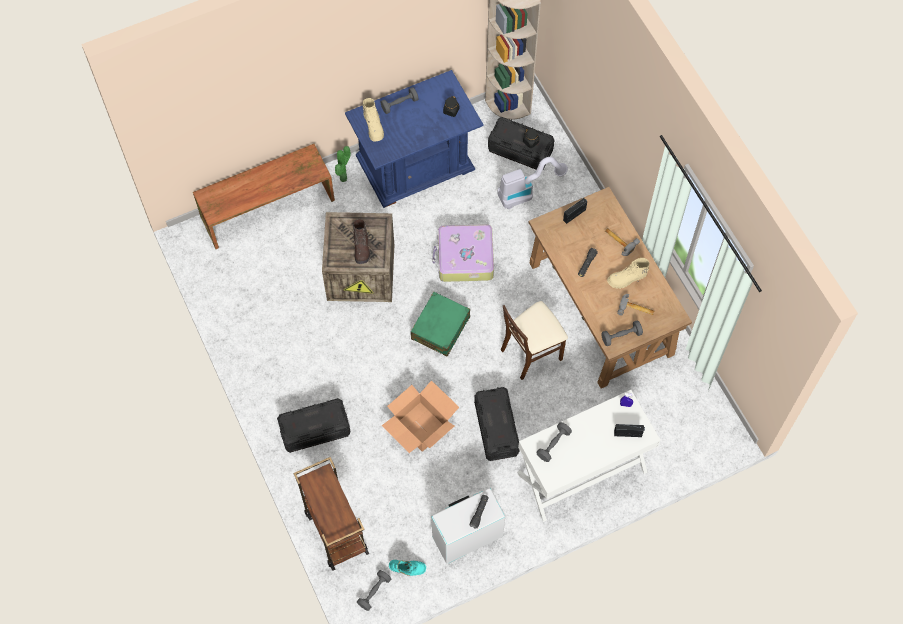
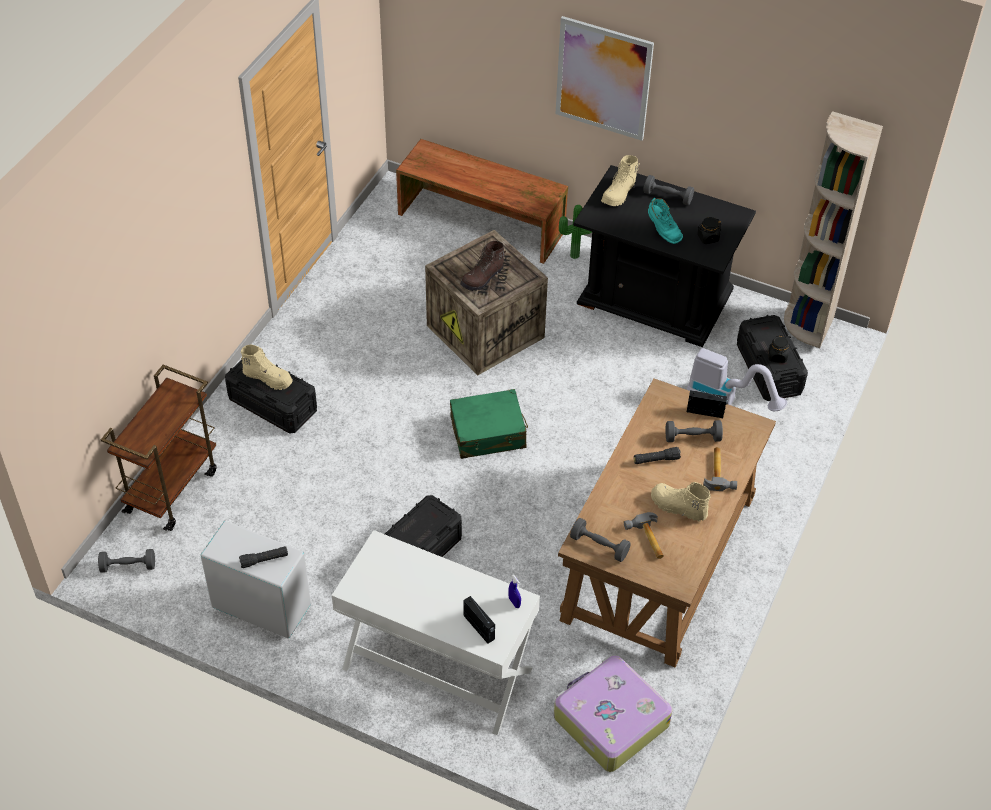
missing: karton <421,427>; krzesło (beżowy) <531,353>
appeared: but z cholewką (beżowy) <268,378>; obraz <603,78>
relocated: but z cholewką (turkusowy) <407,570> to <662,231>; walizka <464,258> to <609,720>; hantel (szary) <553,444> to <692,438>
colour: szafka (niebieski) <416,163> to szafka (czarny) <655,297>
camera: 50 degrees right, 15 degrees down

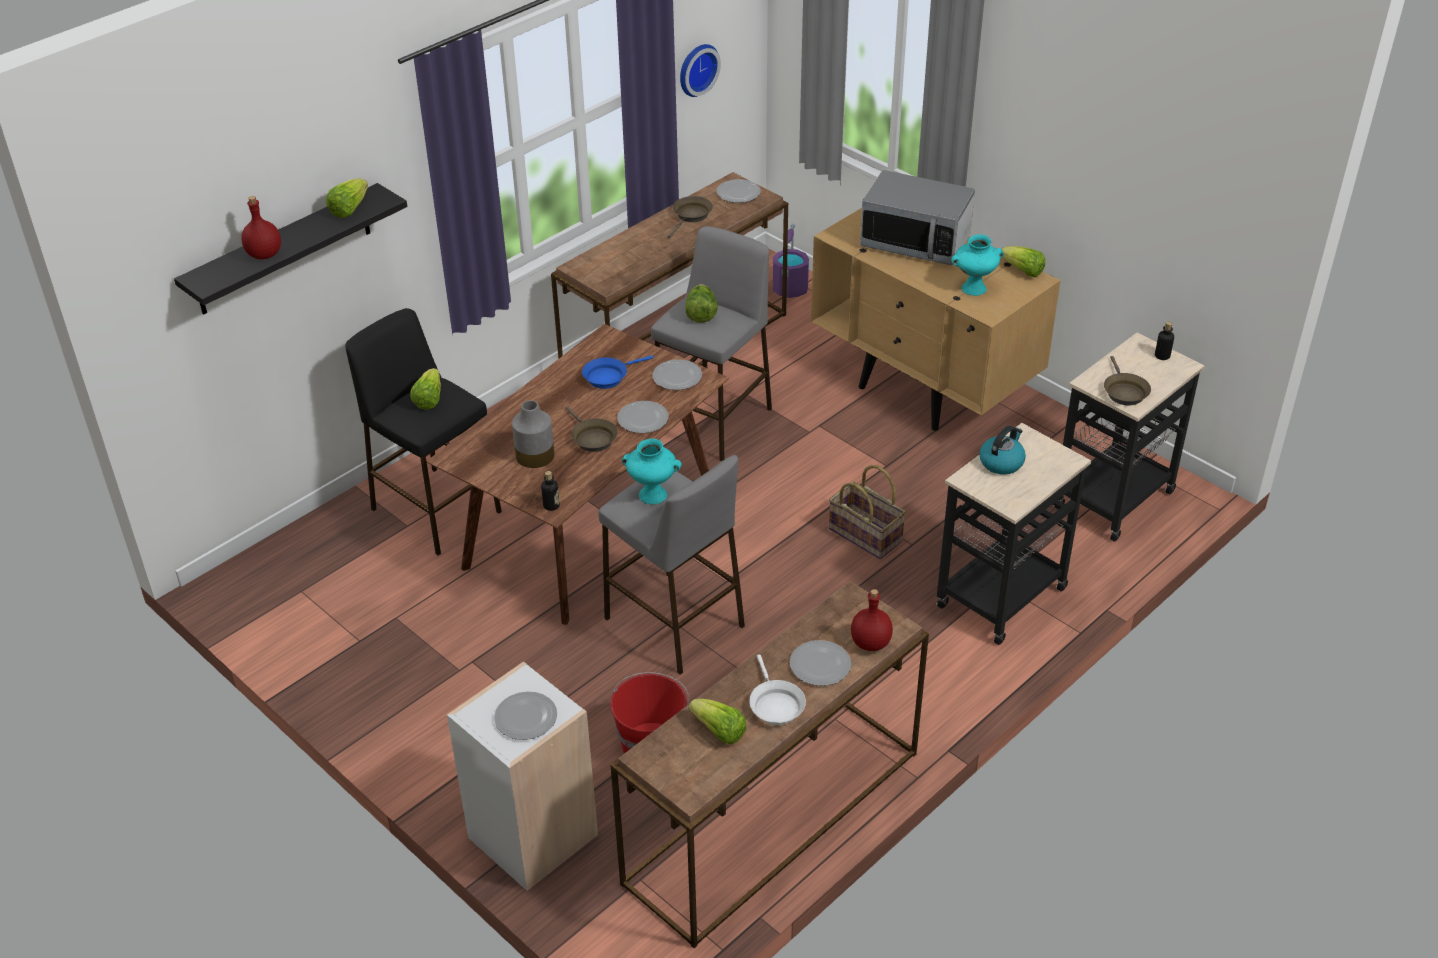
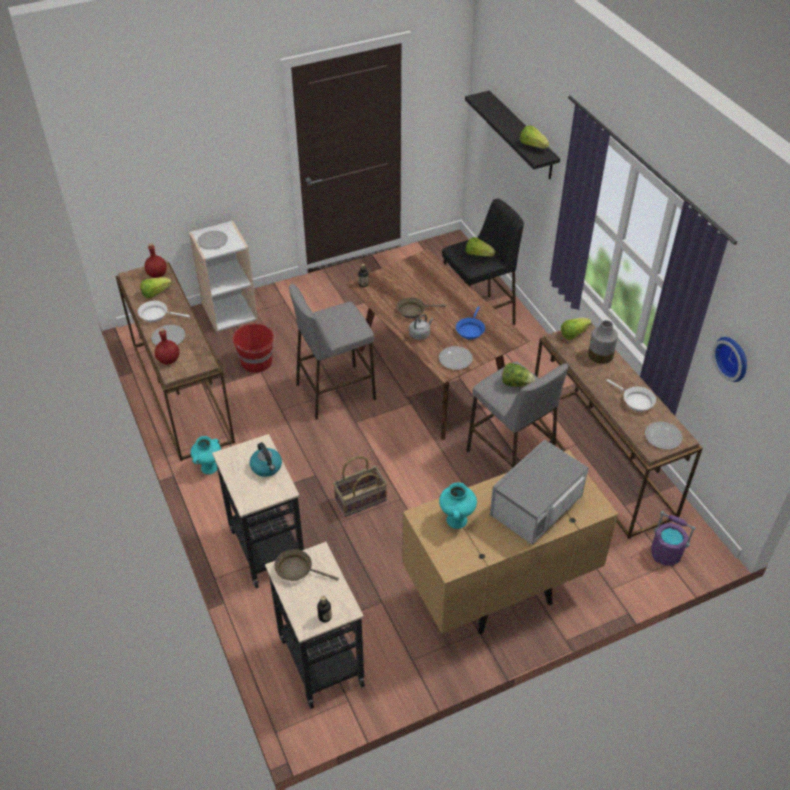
relocated: butelka (czerwony) <264,255> to <157,274>; wazon (szary) <534,455> to <600,354>; wazon (turkusowy) <652,495> to <209,467>; sałata <1022,271> to <573,334>
exchanged: talerz <642,419> to czajnik (szary) <420,334>
colour: patelnia (brązowy) <691,216> to patelnia (biały) <635,401>
spun: patelnia (niebieski) <608,376> = <470,330> 150 degrees counterclockwise
camera: 110 degrees right, 5 degrees up

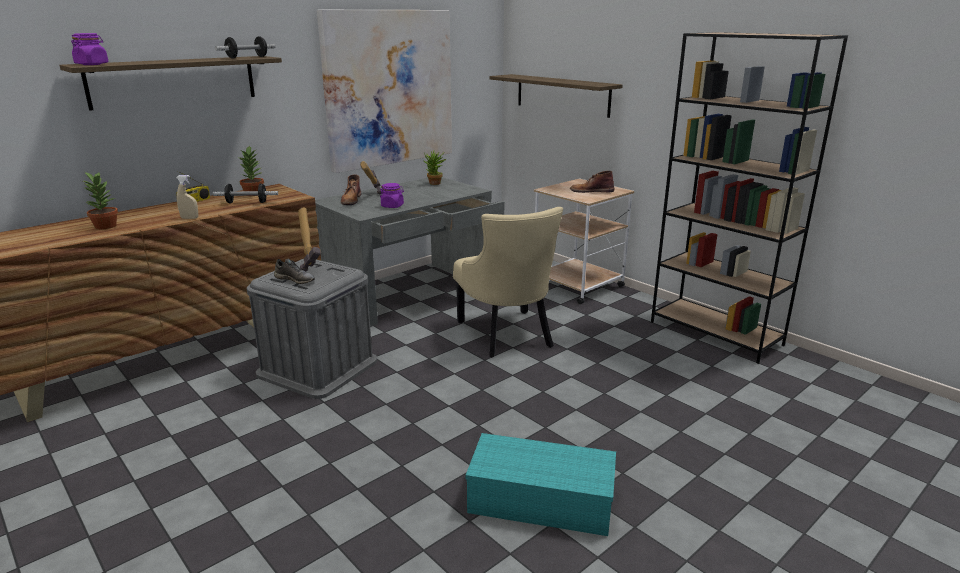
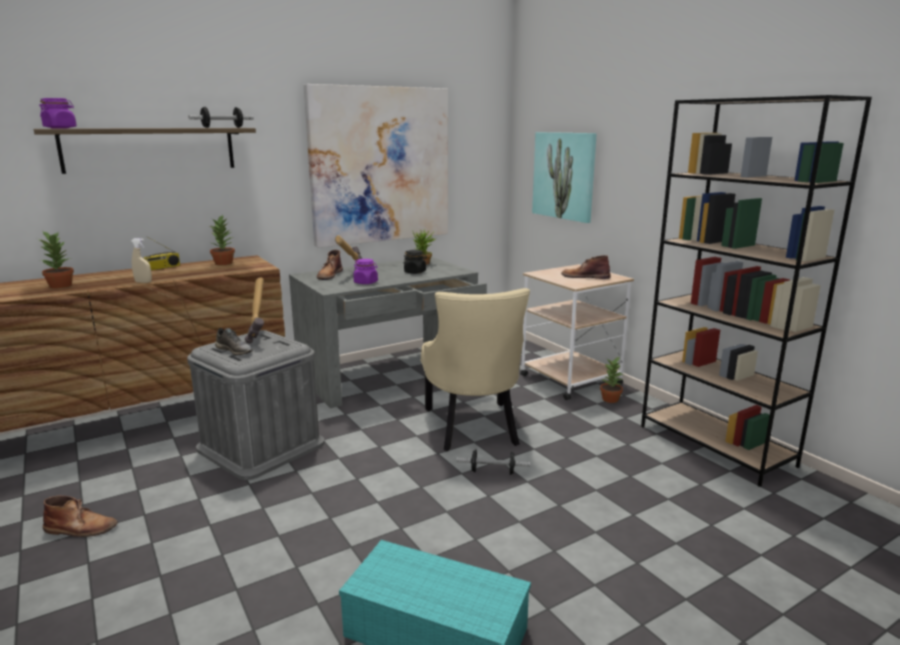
appeared: but z cholewką (brązowy) <81,528>; słoik (czarny) <415,272>; roślina doniczkowa <610,399>
relocated: hantel <247,202> to <492,471>
exchanged: półka <562,95> to obraz <563,175>
camera: 10 degrees right, 5 degrees down

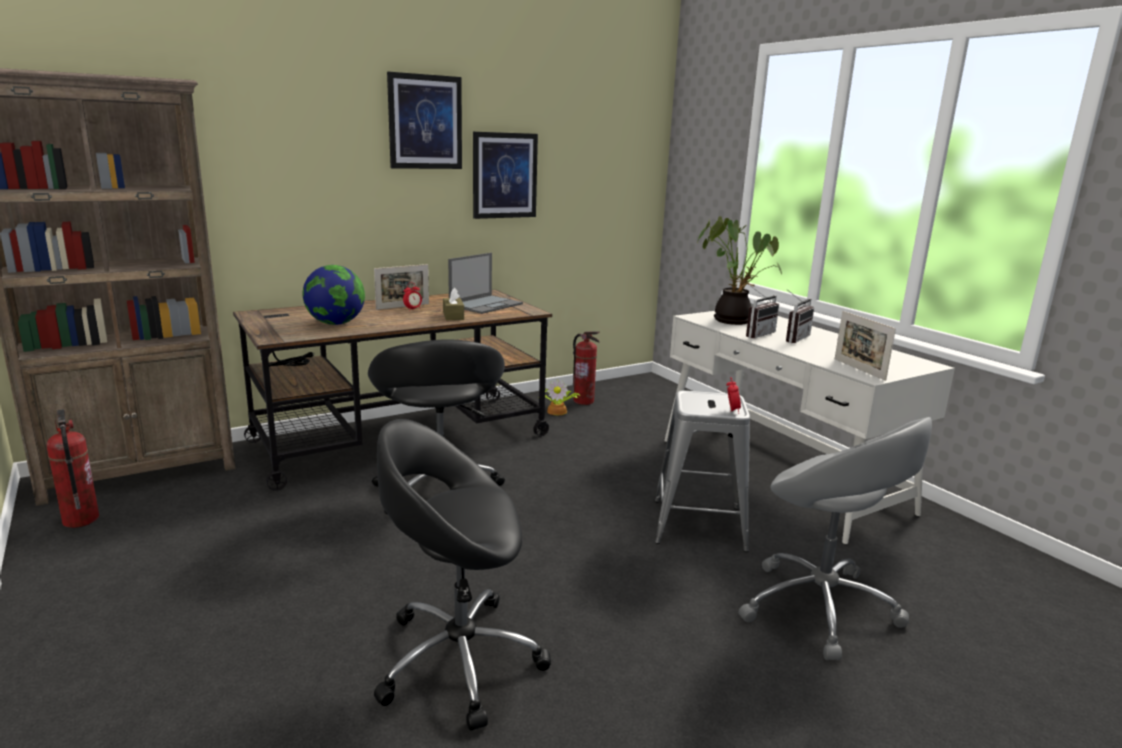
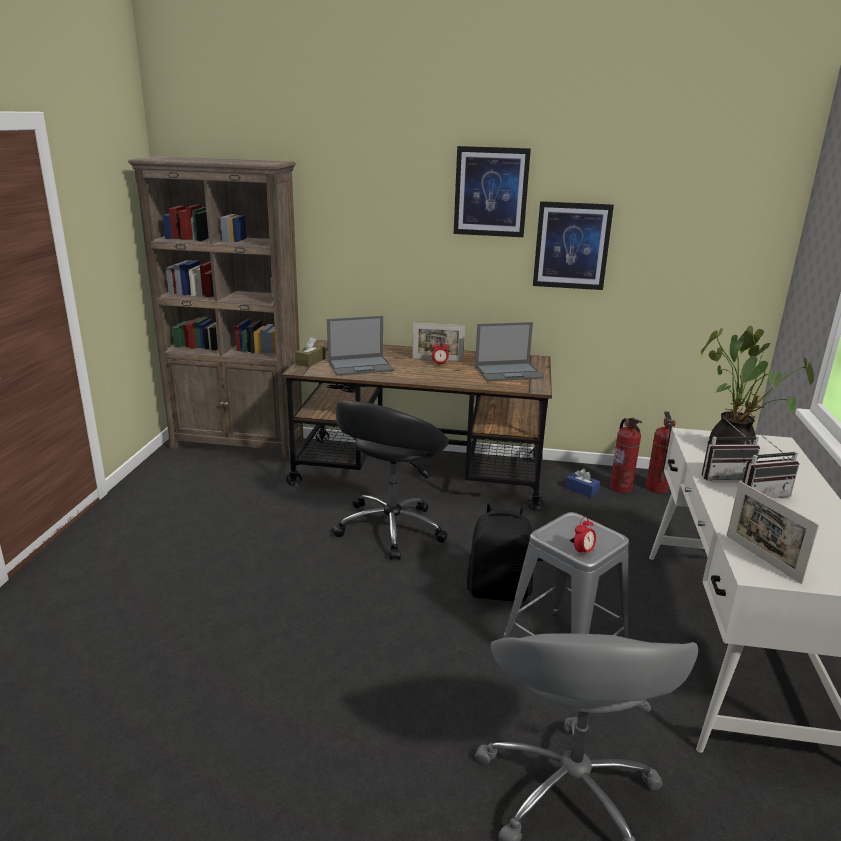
missing: krzesło biurowe (czarny) <456,659>
appeared: plecak (czarny) <499,590>
relocated: gaśnica <80,520> to <656,488>; pudełko chusteczek (brązowy) <453,316> to <310,361>
exchanged: globus <335,323> to laptop <361,366>; roślina doniczkowa <558,411> to pudełko chusteczek (niebieski) <582,490>
spun: ramka na zdjęcie <859,369> = <762,558> 45 degrees counterclockwise
camera: 40 degrees right, 5 degrees up

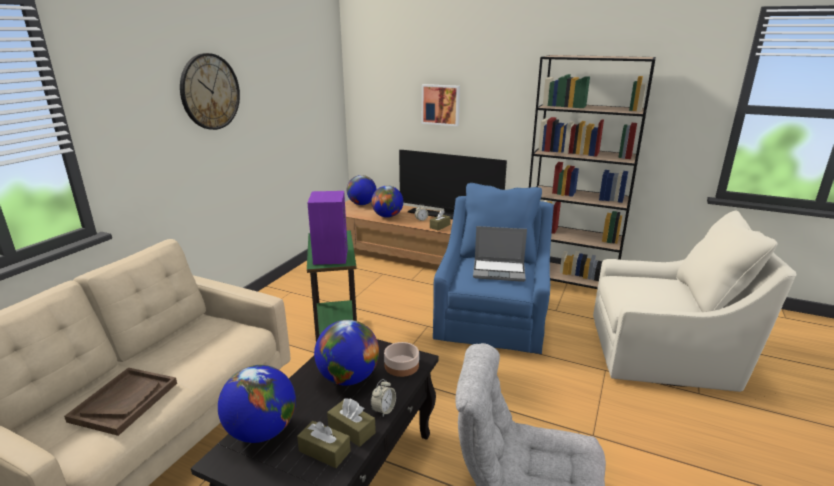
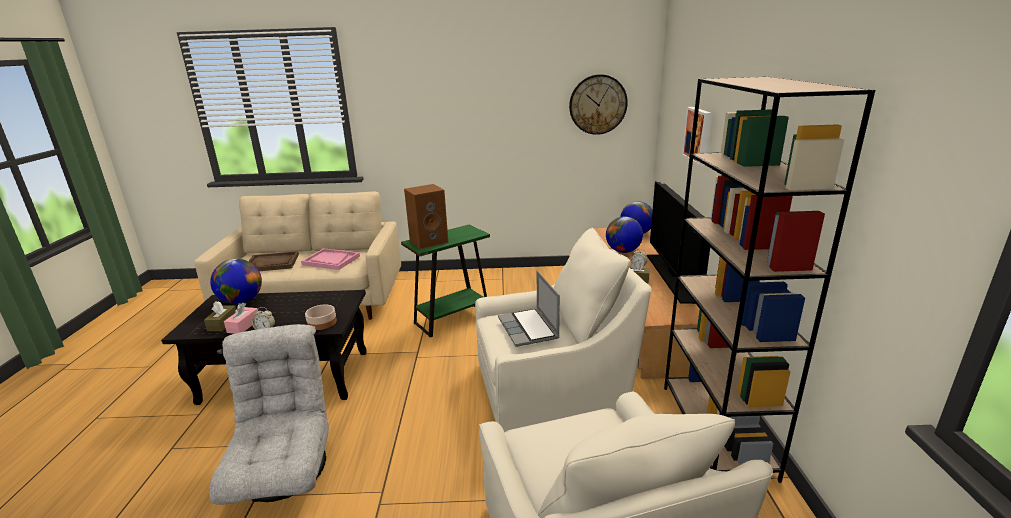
missing: globus <348,378>
appeared: taca (różowy) <331,260>
relocated: zegar ścienny <210,92> to <598,104>
colour: głośnik (fioletowy) <330,256> to głośnik (brązowy) <429,241>; pudełko chusteczek (brązowy) <351,430> to pudełko chusteczek (różowy) <243,326>; fotel (niebieski) <492,318> to fotel (beżowy) <553,388>
camera: 65 degrees right, 0 degrees up

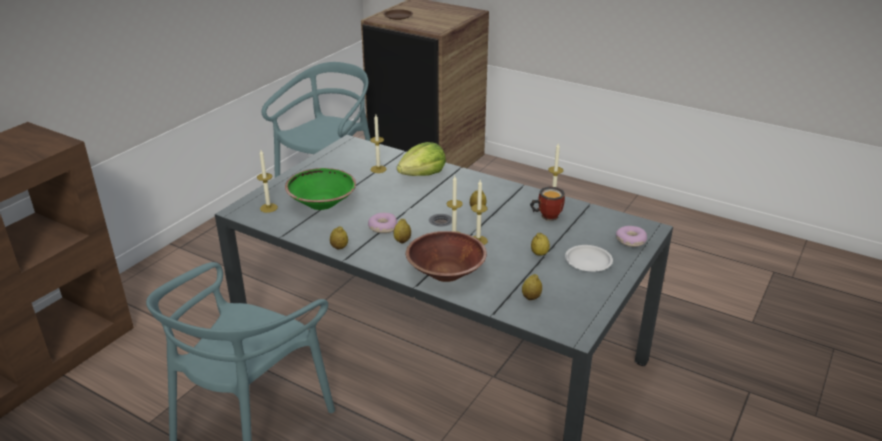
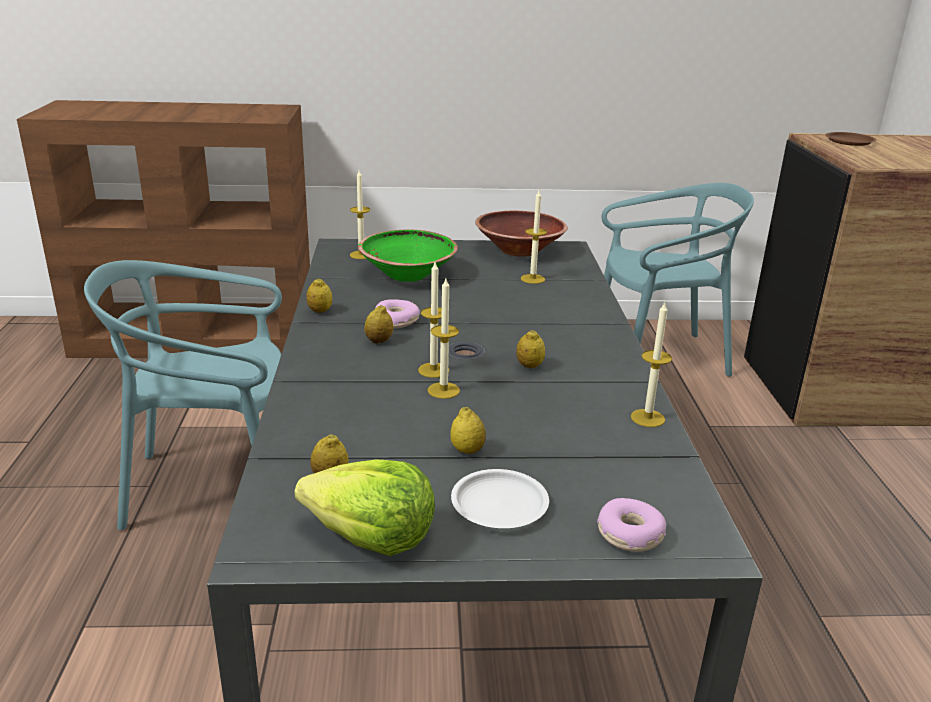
missing: kubek <546,216>
relocated: sałata <423,174> to <371,537>; miska (brązowy) <446,272> to <519,250>
camera: 55 degrees right, 5 degrees down

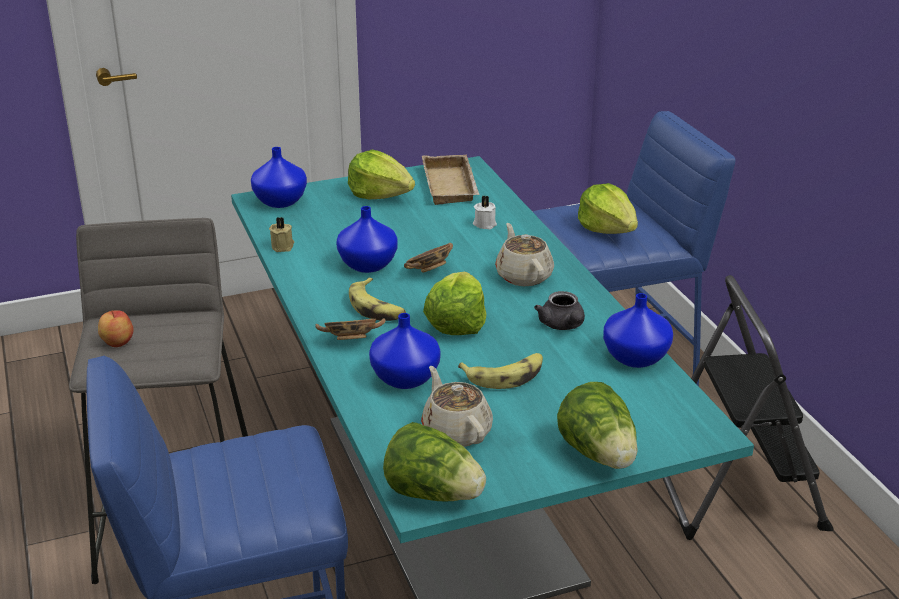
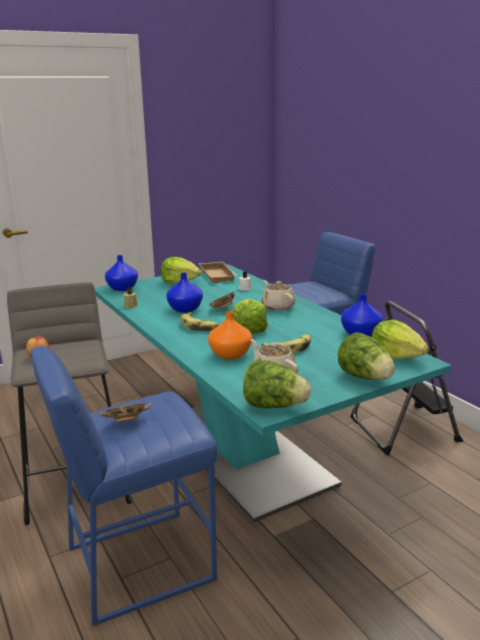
missing: imbryk (szary) <563,325>
relocated: miska <351,340> to <126,422>; sałata <607,229> to <396,356>
colour: wazon (niebieski) <404,379> to wazon (pomarańczowy) <230,355>
camera: 10 degrees left, 10 degrees down

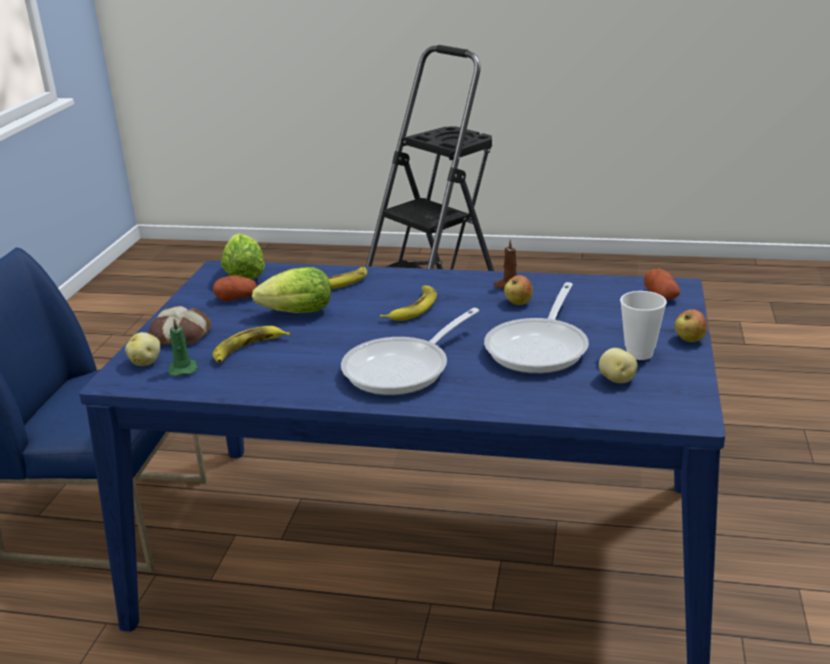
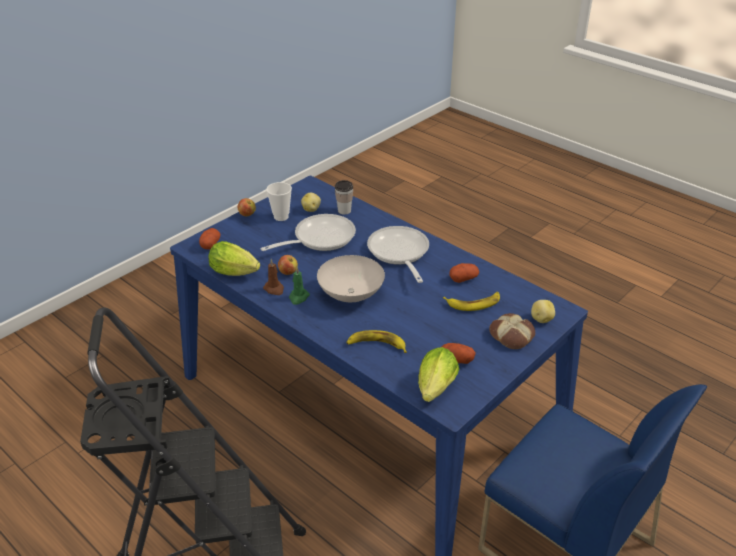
appeared: filiżanka <344,211>; ziemniak <463,278>
relocated: świeca (zielony) <183,369> to <298,297>; sałata <293,313> to <236,273>
exchanged: banan <413,308> to miska (biały) <350,295>
spun: patelnia <403,369> = <399,253> 90 degrees counterclockwise
camera: 150 degrees left, 10 degrees up

